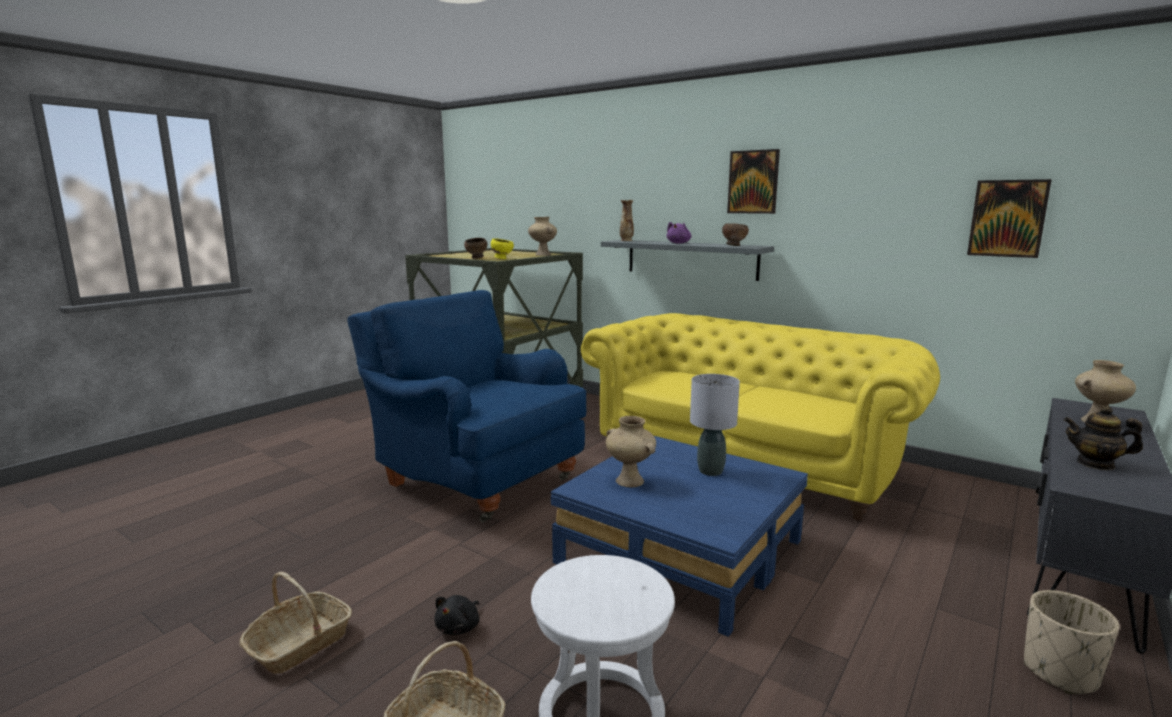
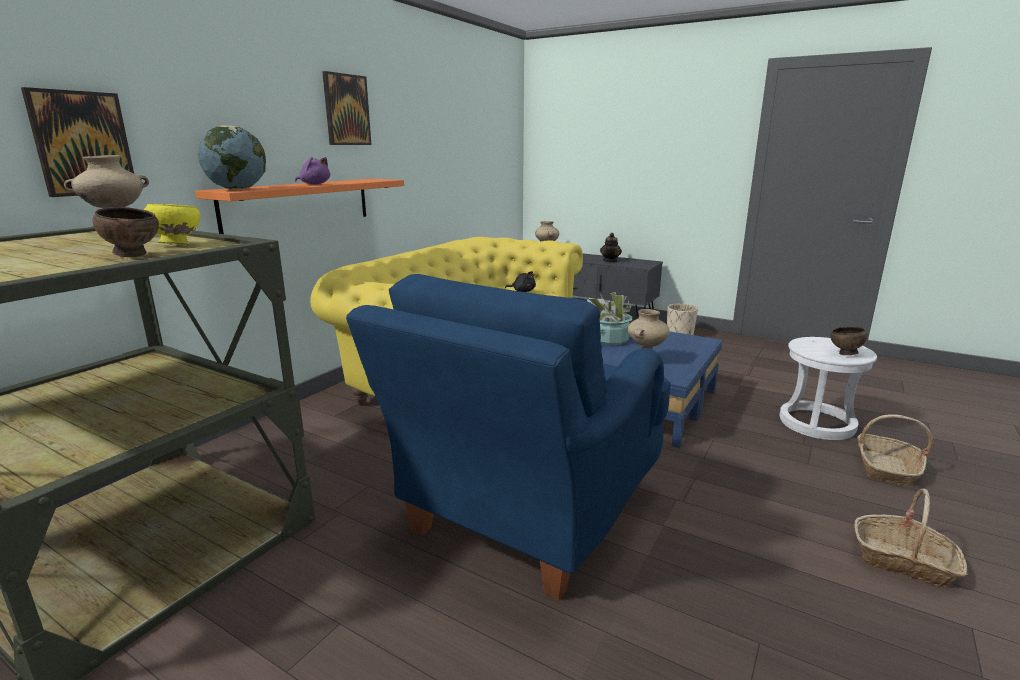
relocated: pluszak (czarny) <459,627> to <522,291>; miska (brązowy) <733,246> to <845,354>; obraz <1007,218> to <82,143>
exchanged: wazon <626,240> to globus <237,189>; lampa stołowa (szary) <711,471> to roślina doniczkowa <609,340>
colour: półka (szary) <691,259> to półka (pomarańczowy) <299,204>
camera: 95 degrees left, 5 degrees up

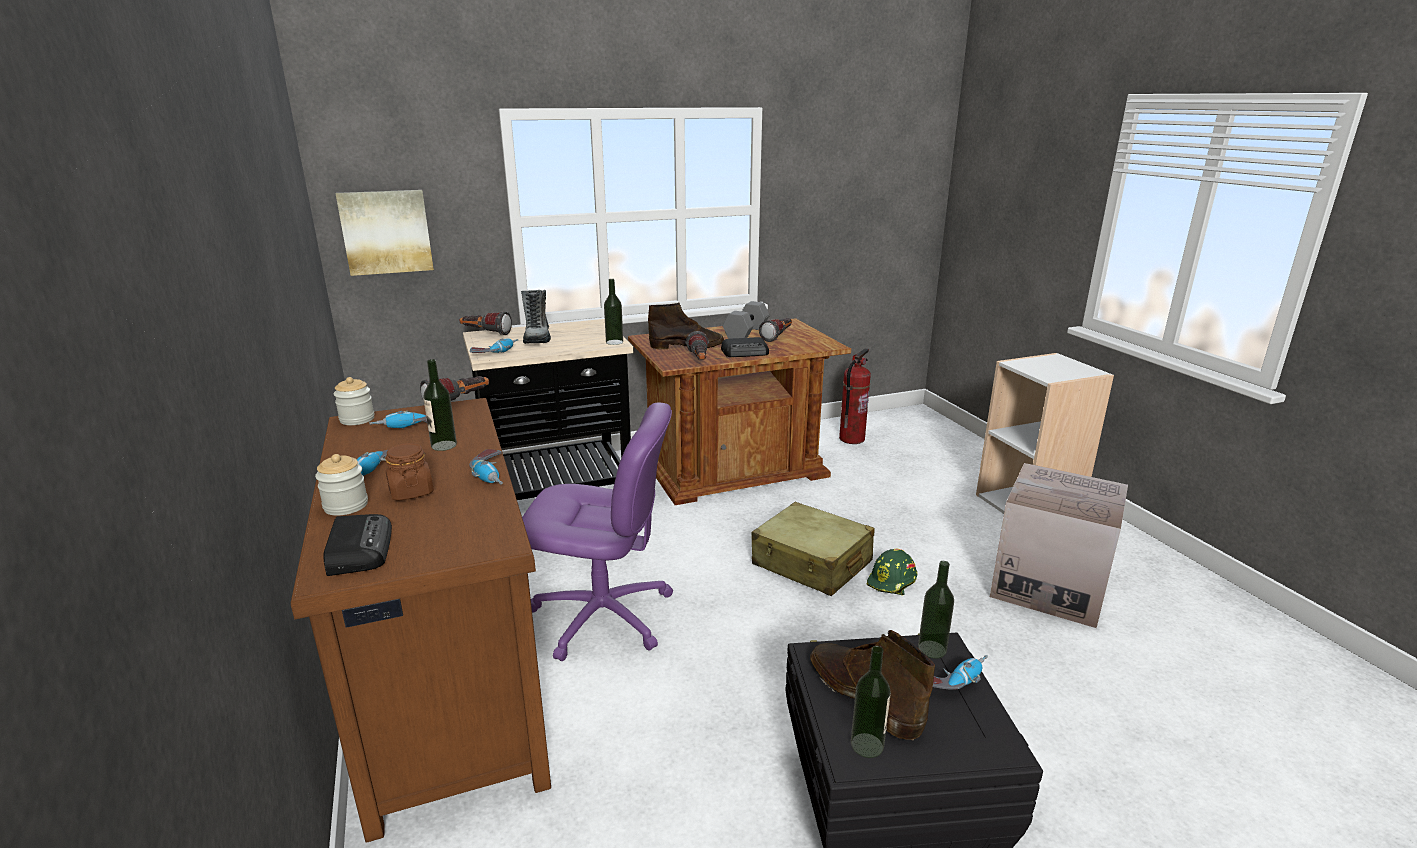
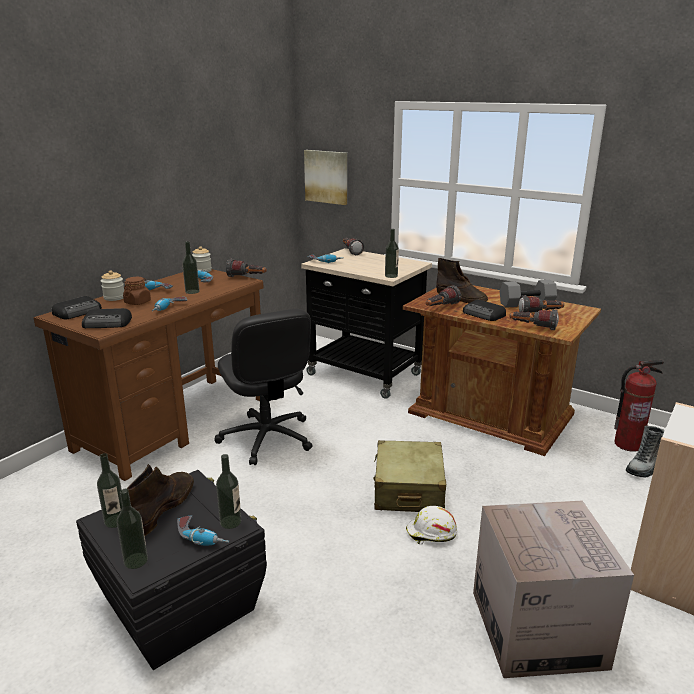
appeared: radio <108,323>; butelka <136,560>; latarka <532,328>
relocated: but z cholewką <537,337> to <644,466>
colour: krzesło biurowe (fioletowy) <602,615> to krzesło biurowe (czarny) <266,438>; kask (zielony) <892,581> to kask (biały) <431,533>
camera: 55 degrees right, 0 degrees up

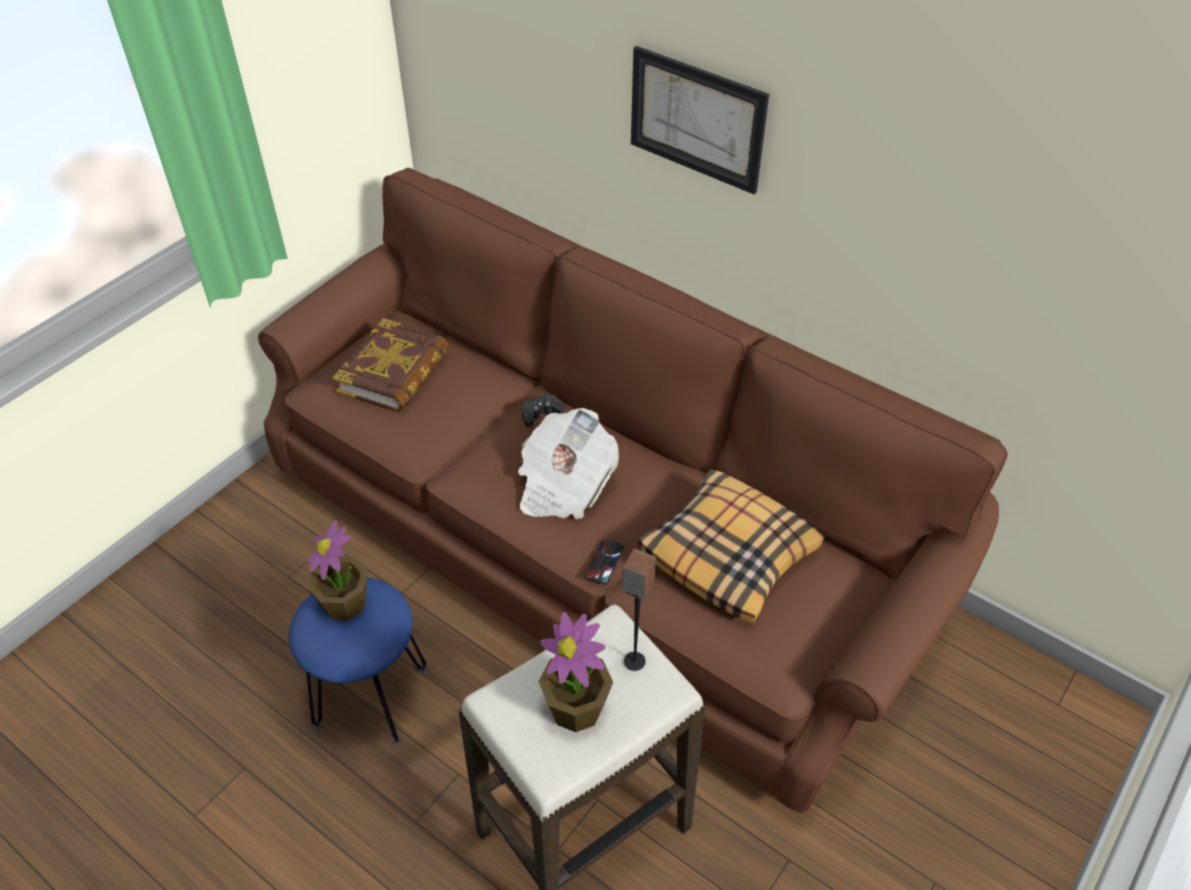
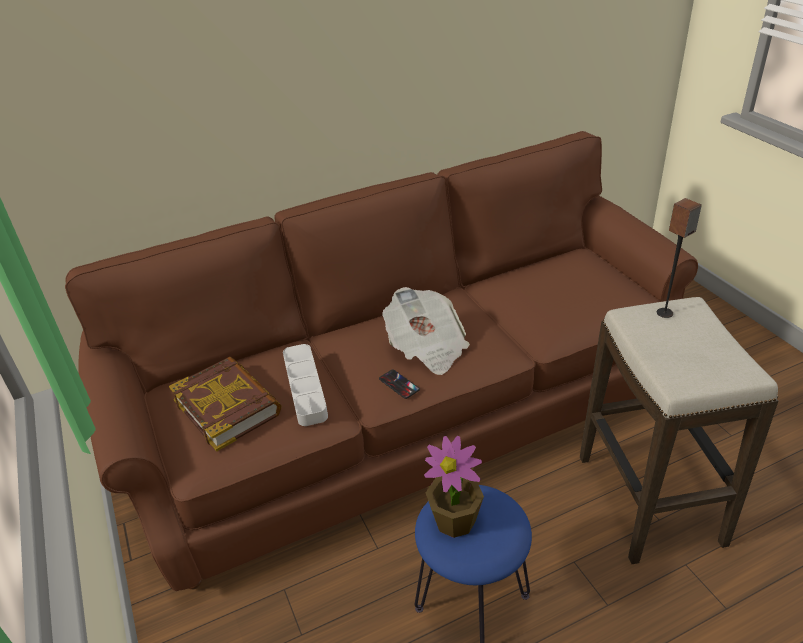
missing: pad do gier (czarny) <541,413>; roślina doniczkowa <577,708>; obraz <697,119>; poduszka <729,555>
appeared: taca (szary) <305,388>
relocated: telefon <604,562> to <399,384>
camera: 60 degrees left, 10 degrees down

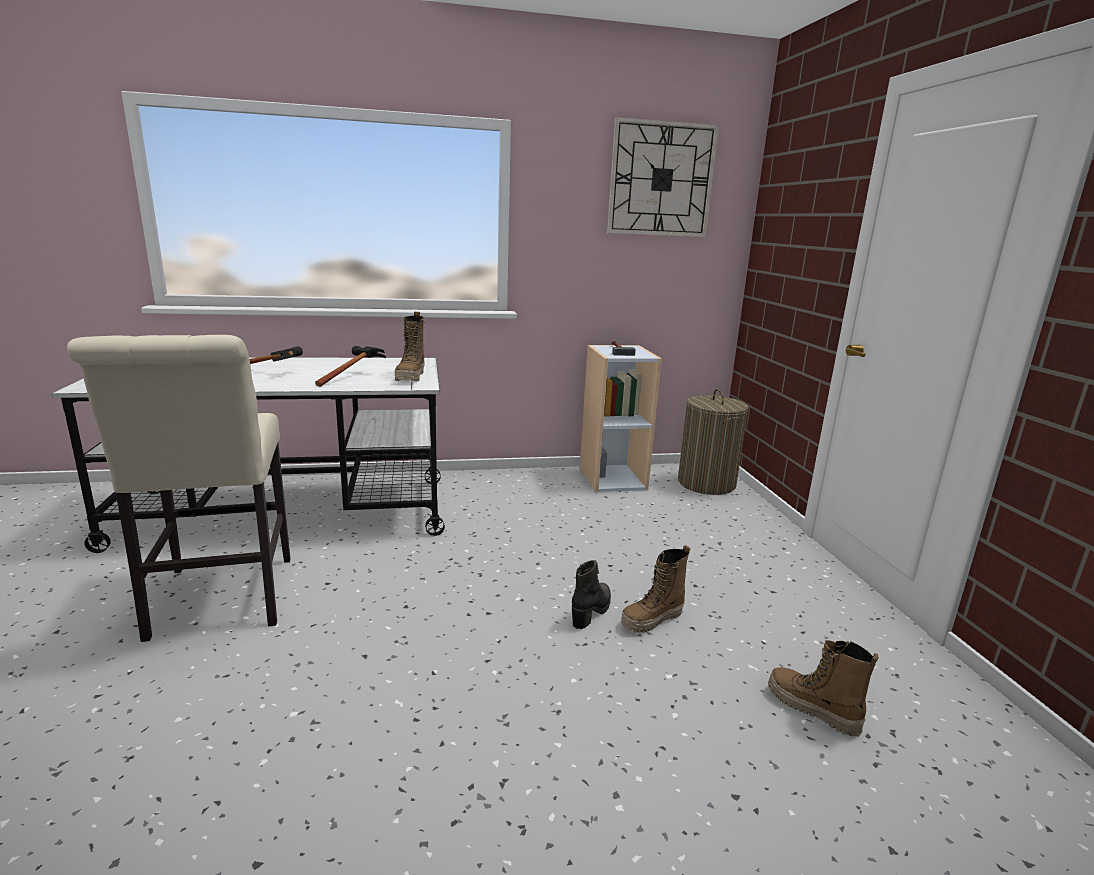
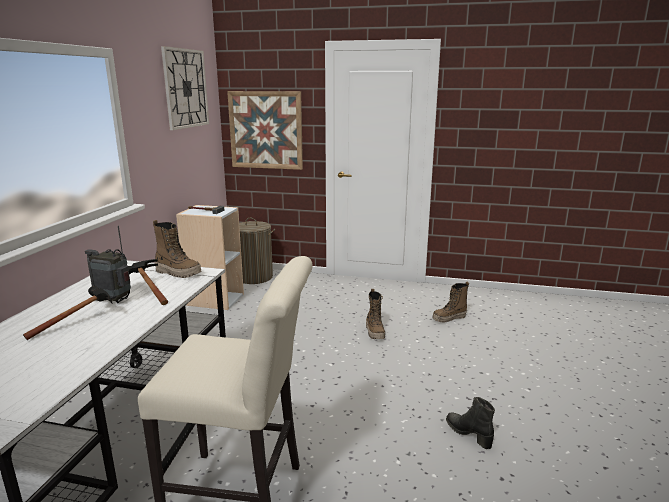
appeared: radio <114,300>; obraz <266,130>
relocated: but z cholewką (czarny) <592,611> to <468,434>
camera: 65 degrees left, 0 degrees up

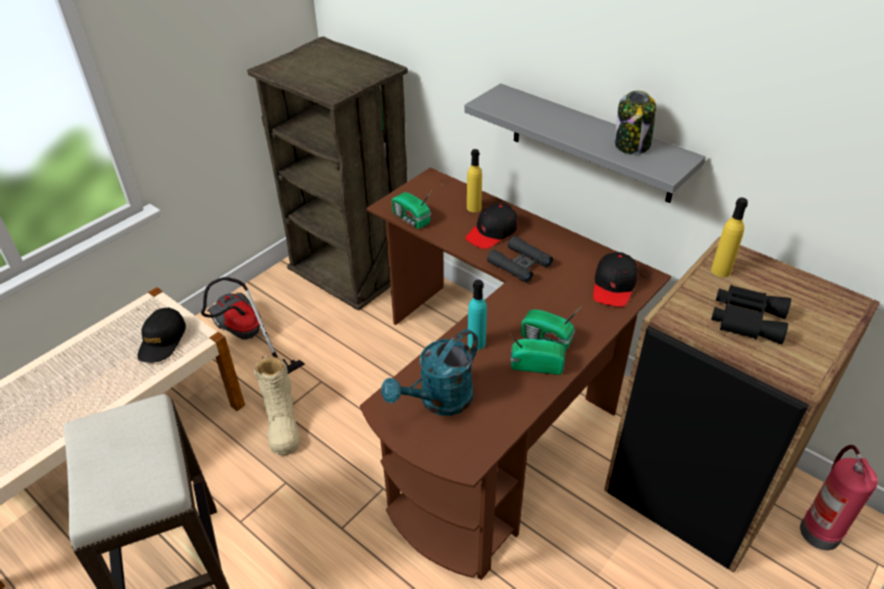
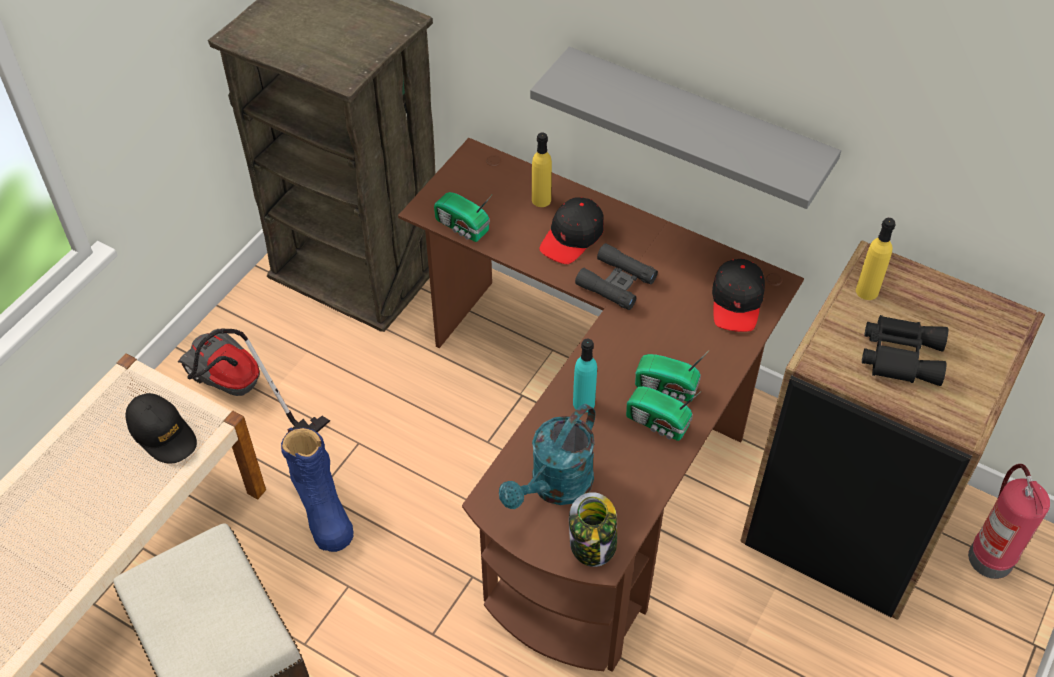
relocated: słoik <632,145> to <593,545>
colour: but z cholewką (beżowy) <282,423> to but z cholewką (niebieski) <322,508>
spun: czapka z daszkiem (czarny) <162,341> = <163,433> 45 degrees counterclockwise; radio <535,364> = <658,423> 150 degrees counterclockwise
camera: 10 degrees left, 10 degrees up

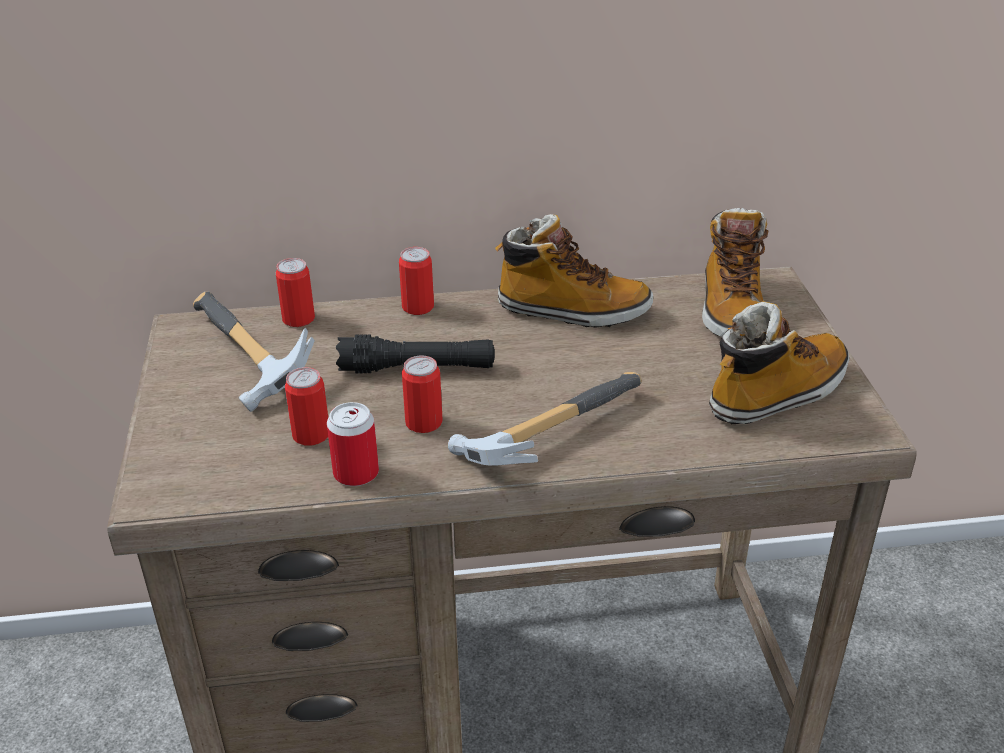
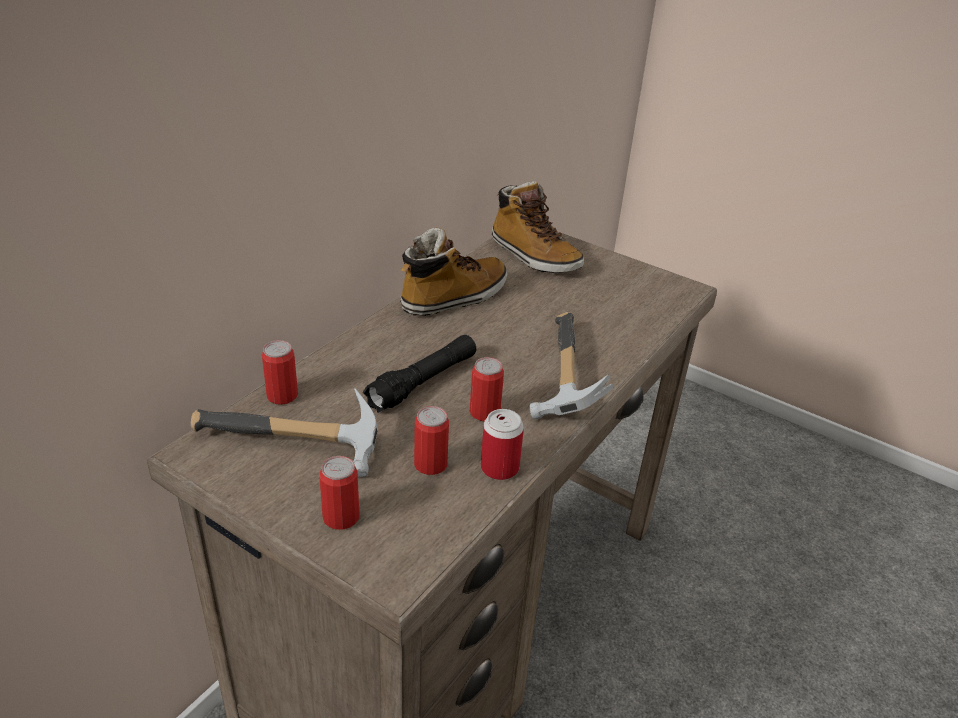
missing: but z cholewką <777,394>
relocated: puszka <418,307> to <341,517>
camera: 50 degrees left, 0 degrees up

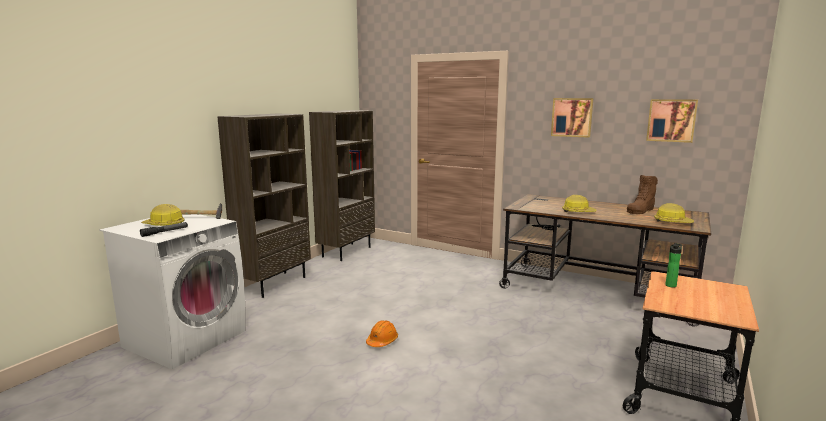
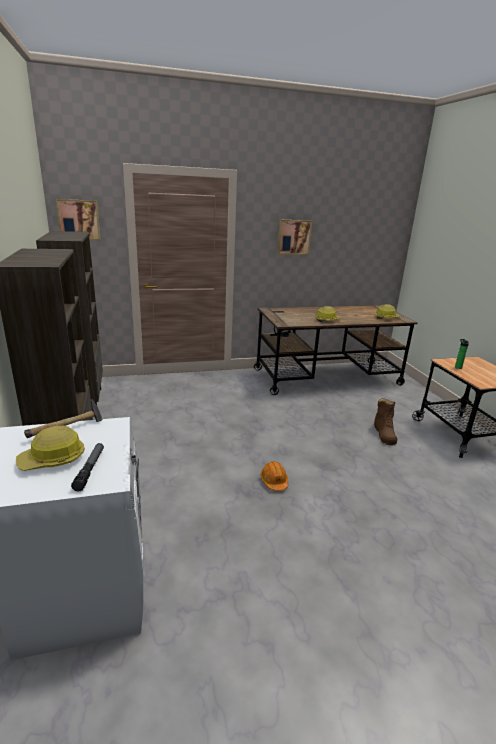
relocated: but z cholewką (brązowy) <640,210> to <384,434>; obraz <671,120> to <79,219>
camera: 45 degrees left, 10 degrees up

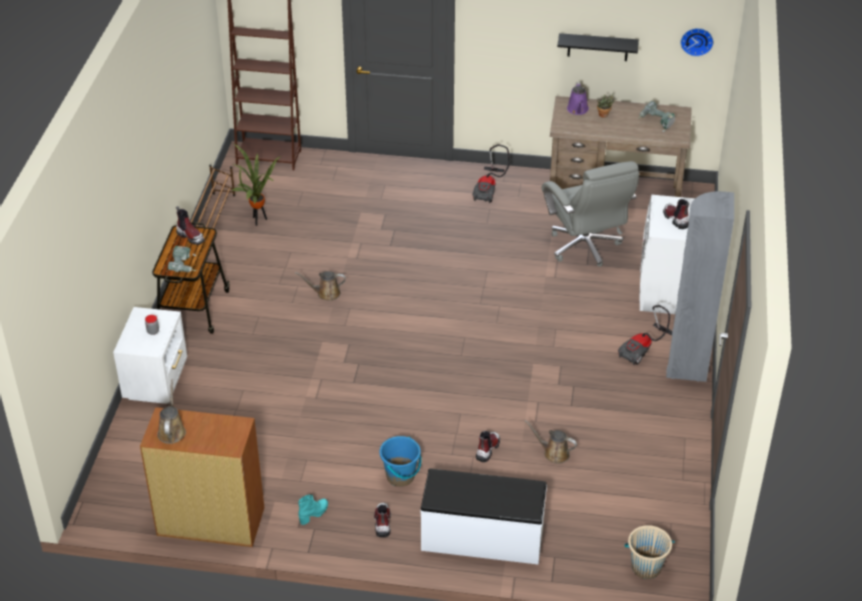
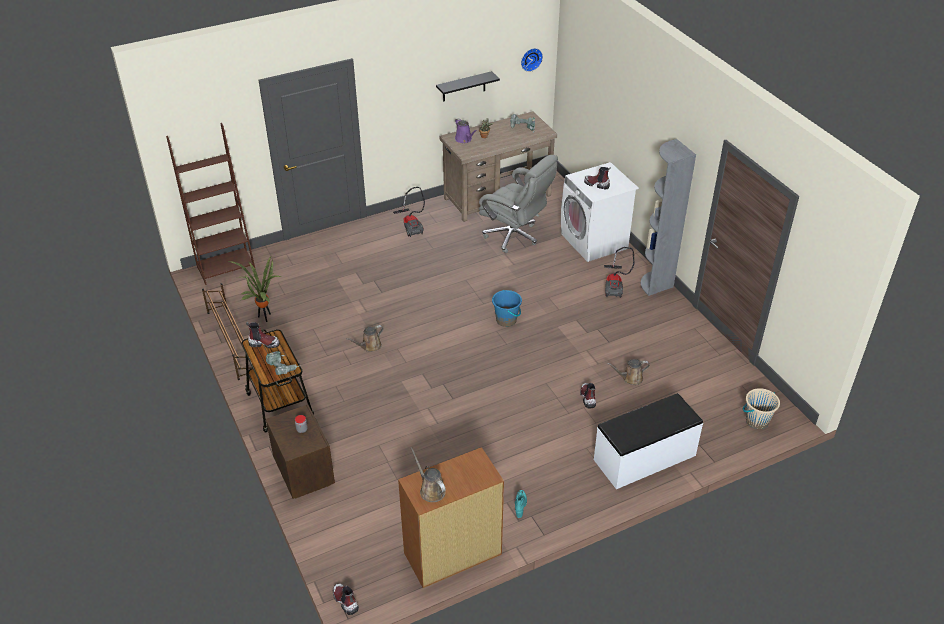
relocated: but z cholewką <382,522> to <345,601>; wiadro (niebieski) <400,476> to <506,320>
colour: szafka nocna (biały) <157,381> to szafka nocna (brązowy) <305,472>
camera: 35 degrees left, 0 degrees up

